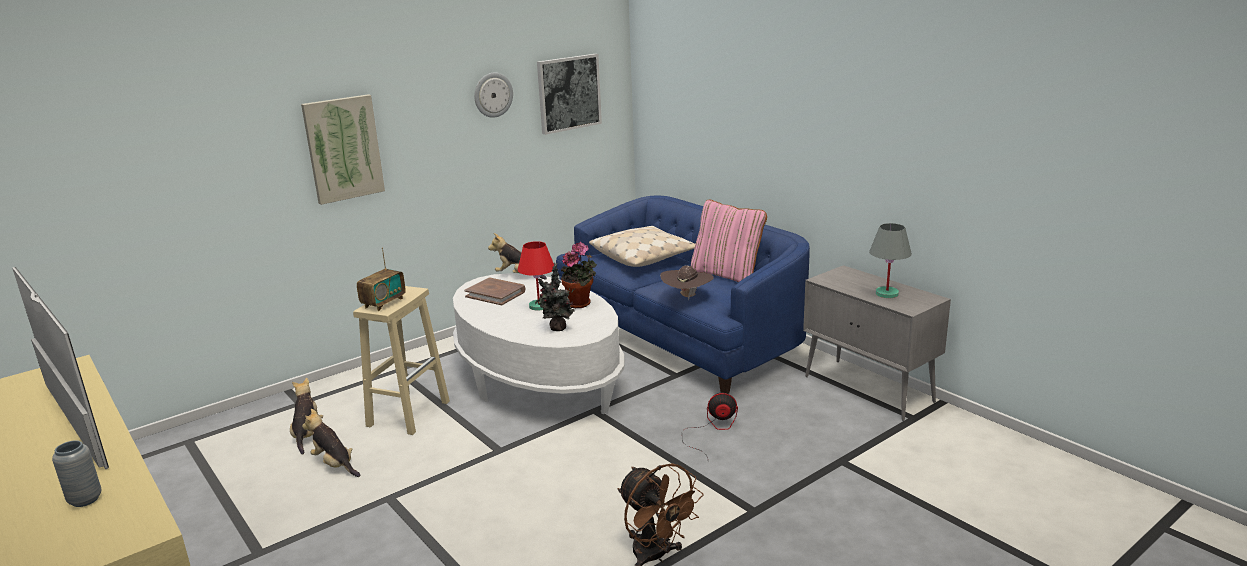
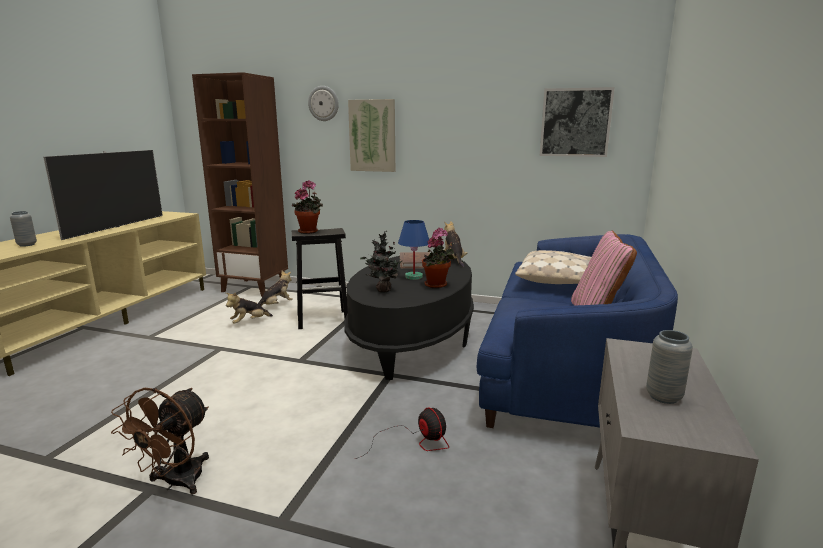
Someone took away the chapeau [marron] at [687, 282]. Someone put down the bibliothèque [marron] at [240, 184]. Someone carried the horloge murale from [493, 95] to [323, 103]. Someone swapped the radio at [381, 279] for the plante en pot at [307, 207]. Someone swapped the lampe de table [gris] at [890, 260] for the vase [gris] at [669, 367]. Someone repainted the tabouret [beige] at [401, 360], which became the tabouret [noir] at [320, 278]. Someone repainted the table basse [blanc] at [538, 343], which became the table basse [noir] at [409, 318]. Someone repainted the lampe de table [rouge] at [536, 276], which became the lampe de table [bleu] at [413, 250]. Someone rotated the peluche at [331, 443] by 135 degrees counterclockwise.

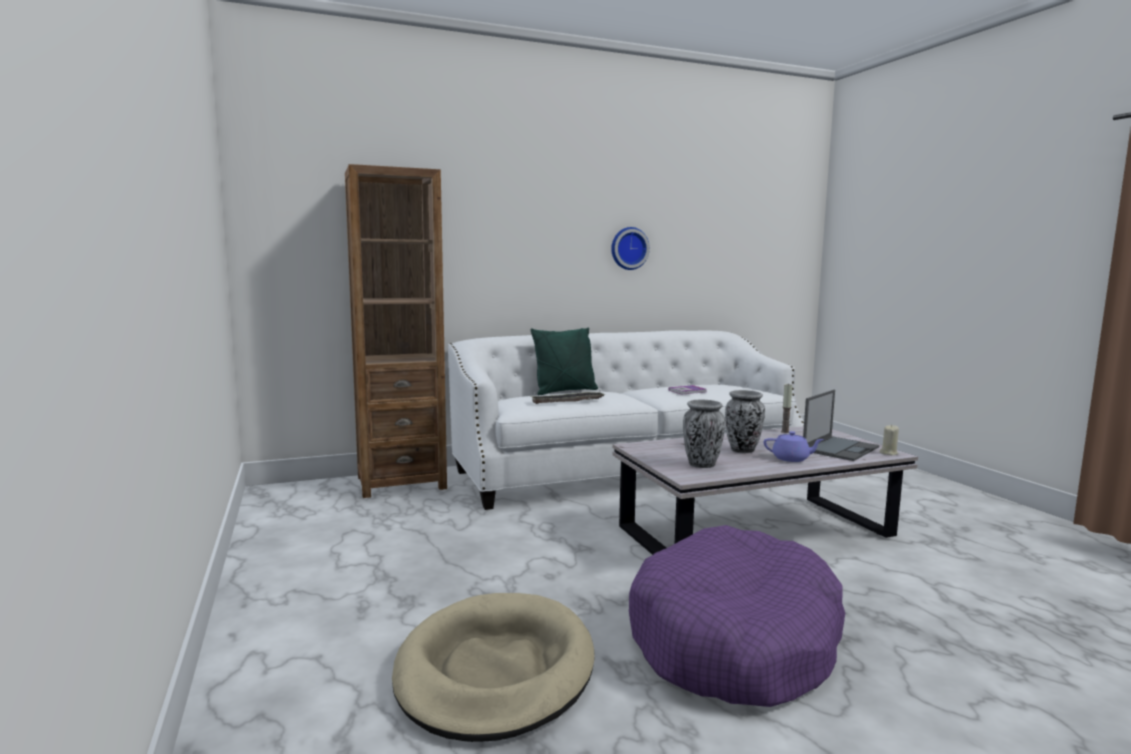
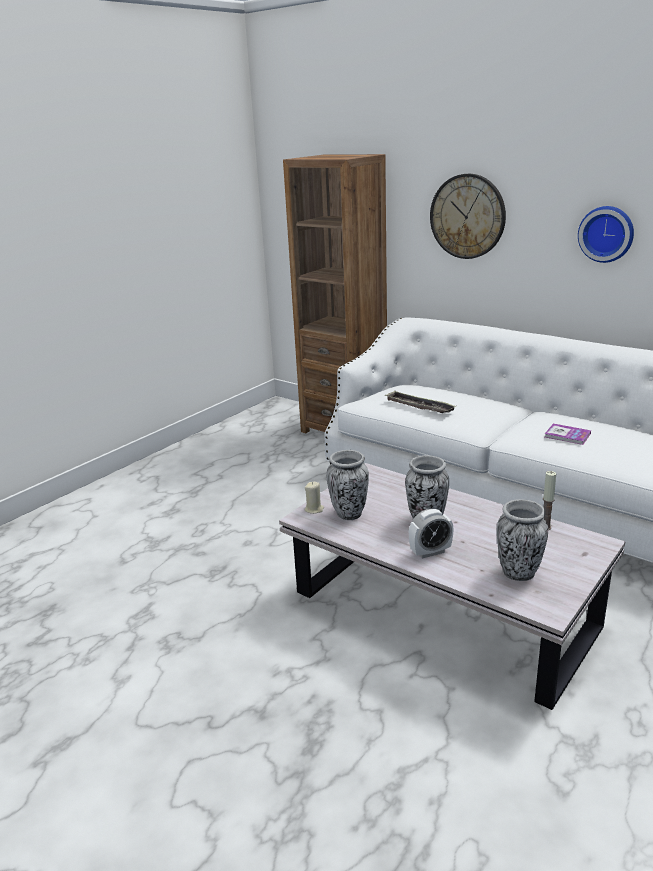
Someone took away the panier pour chien [beige] at [493, 667]. Someone took away the coussin [vert] at [564, 361]. Someone took away the panier pour chien [violet] at [737, 616]. Someone put up the horloge murale at [468, 216]. Someone carried the bougie [beige] from [889, 439] to [314, 498]. Someone swapped the théière [violet] at [794, 446] for the réveil at [431, 534]. Someone swapped the ordinateur portable at [841, 425] for the vase at [522, 540].

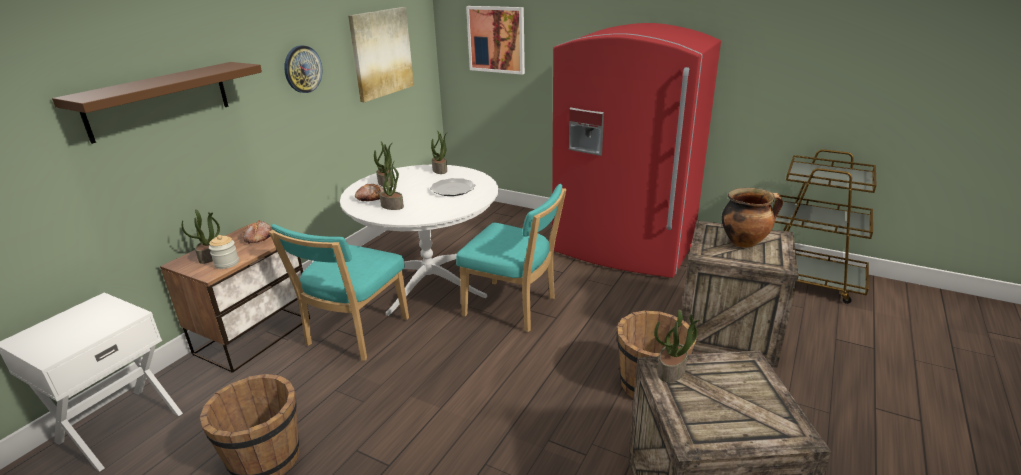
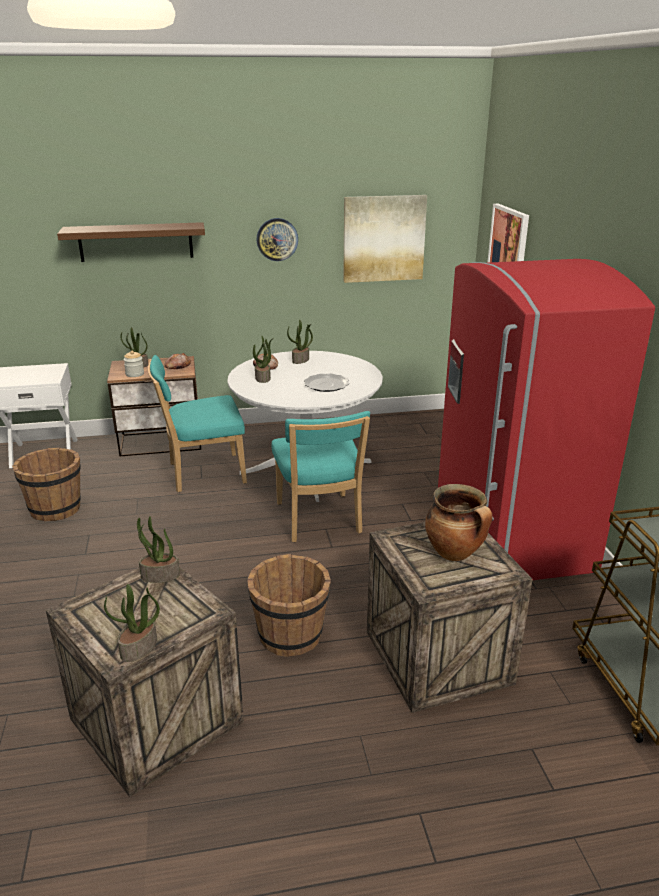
Someone carried the plante en pot from [439, 152] to [132, 623].

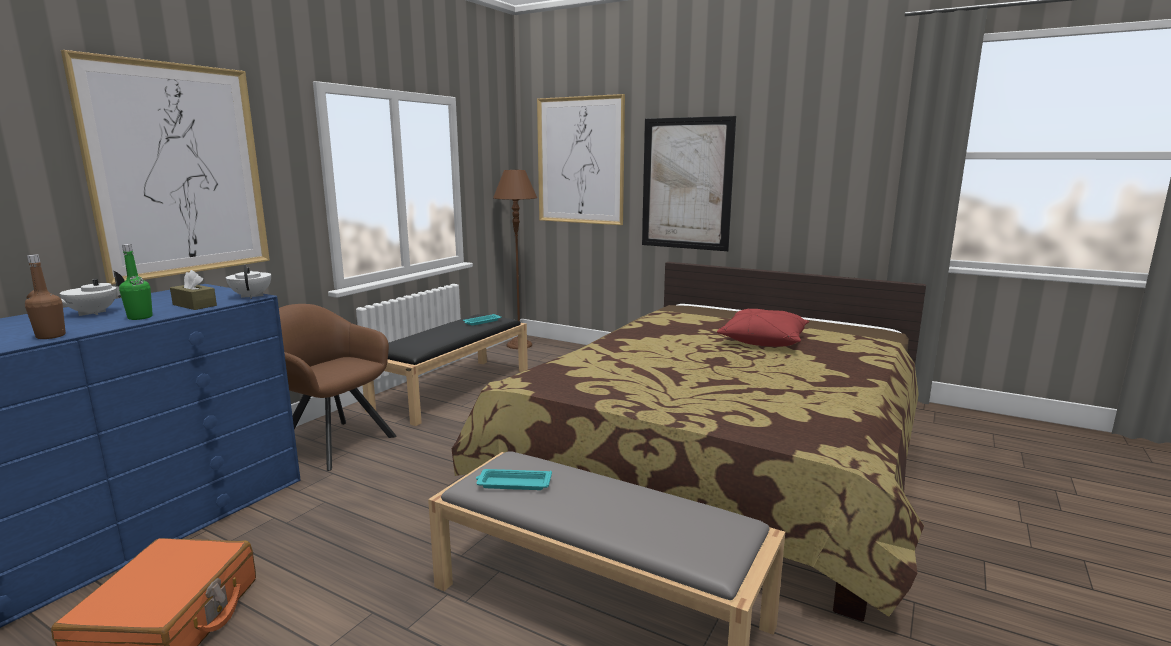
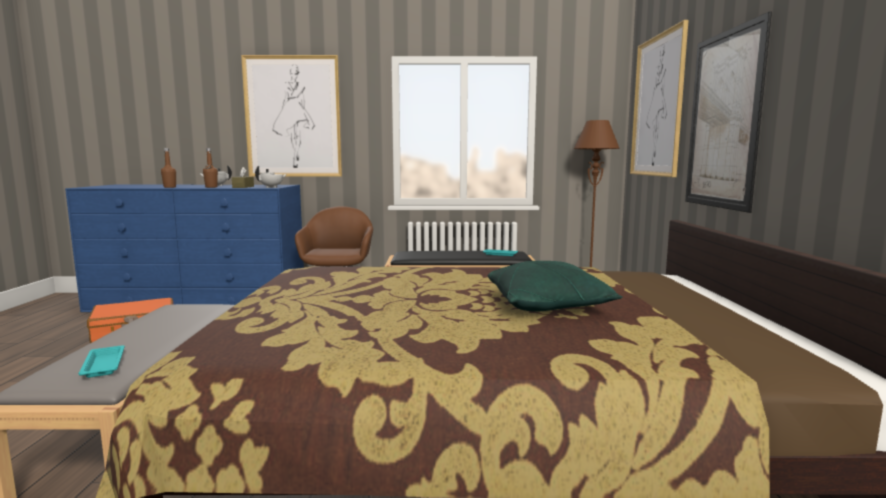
Someone carried the plateau [turquoise] from [514, 479] to [101, 361]. Someone repainted the bouteille [vert] at [136, 282], which became the bouteille [marron] at [210, 168]. Someone repainted the coussin [rouge] at [763, 327], which became the coussin [vert] at [555, 286].

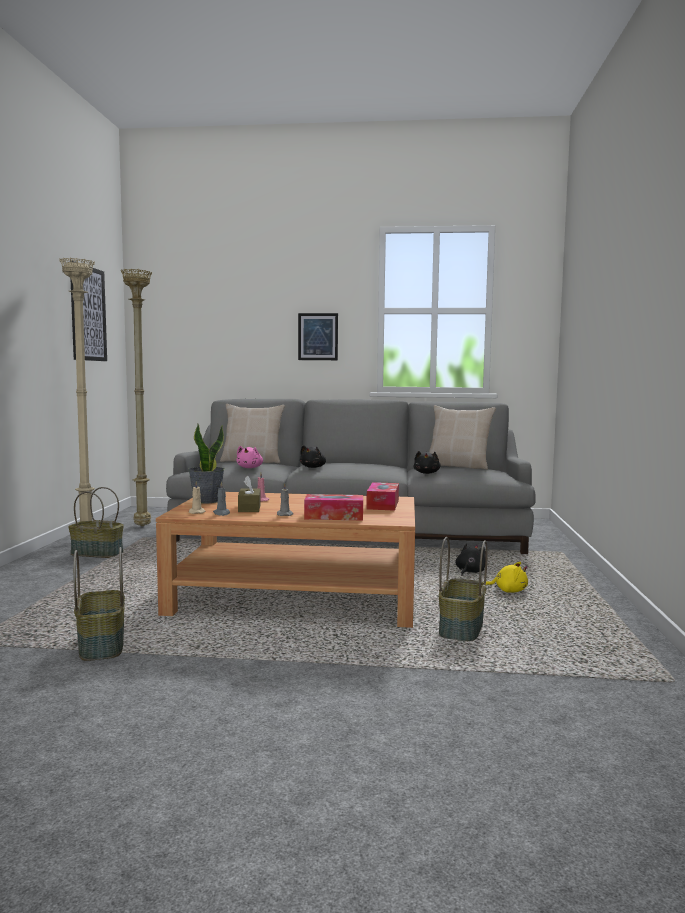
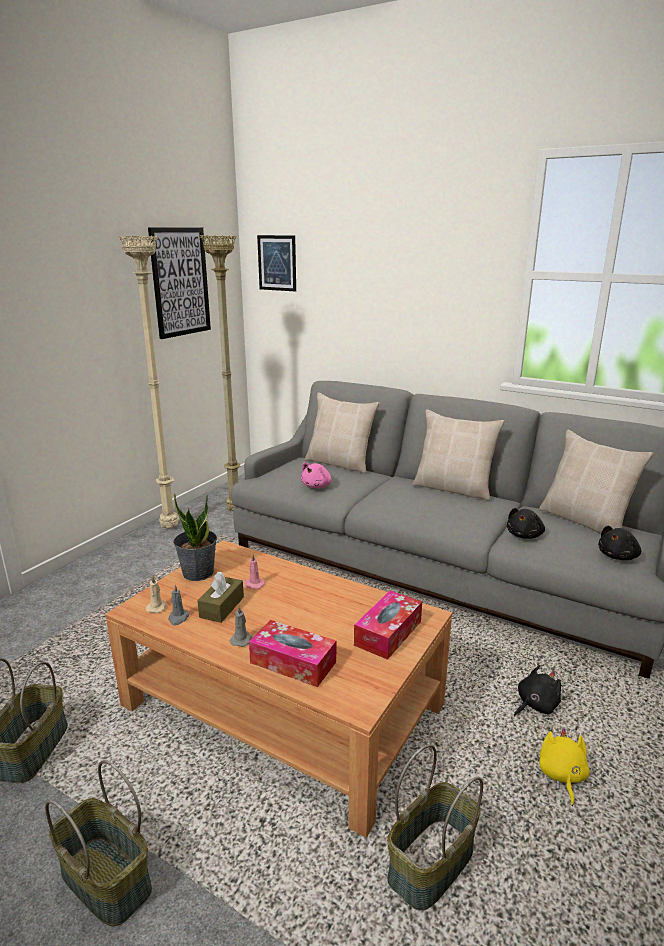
Someone put down the coussin [beige] at [458, 455]. Someone carried the panier from [96, 522] to [98, 843]. Someone carried the tableau from [318, 336] to [276, 263]. Someone carried the peluche [noir] from [313, 456] to [619, 543]. Someone rotated the peluche [jaune] at [507, 577] by 120 degrees counterclockwise.

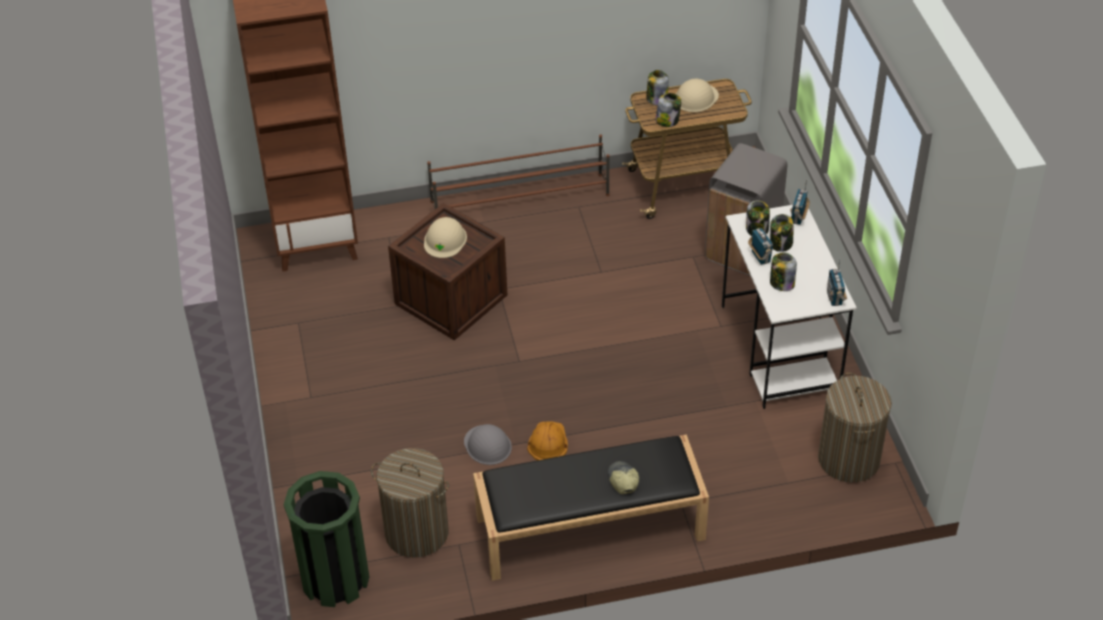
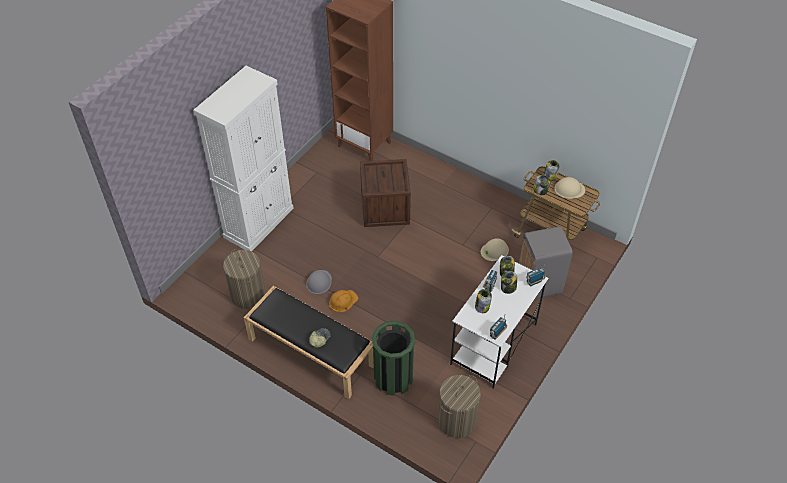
Someone took away the étagère à chaussures [marron] at [518, 172]. Someone put down the meuble de rangement [blanc] at [243, 158]. Someone carried the poubelle [vert] from [326, 539] to [393, 358]. Someone carried the casque de chantier [beige] from [445, 237] to [495, 249].

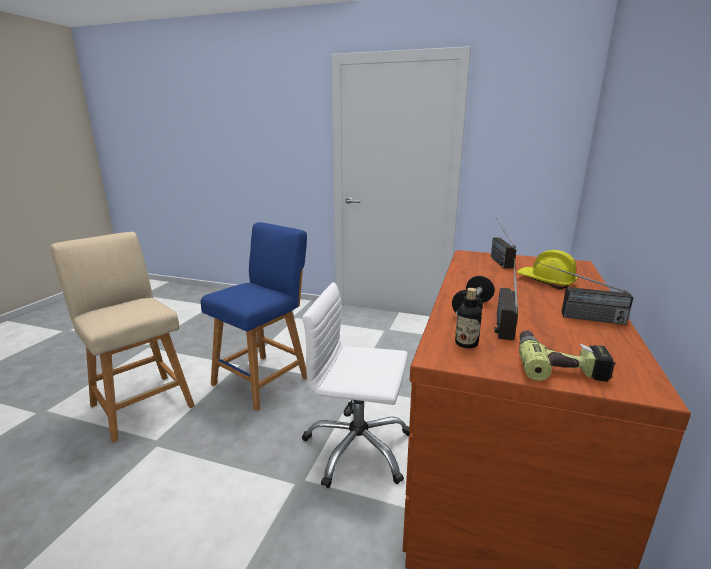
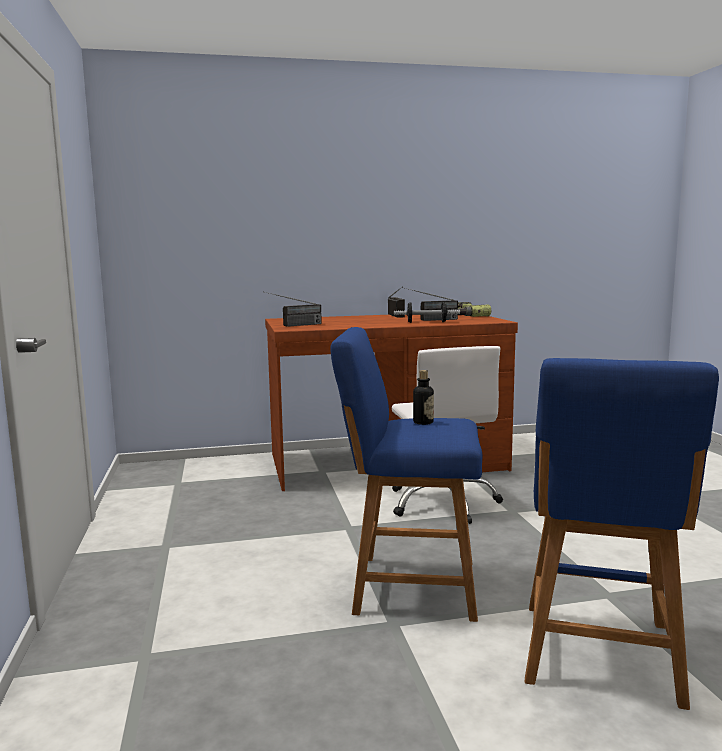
Someone took away the casque de chantier [jaune] at [547, 269]. Someone carried the bouteille from [468, 318] to [423, 397]. Someone repainted the tabouret [beige] at [122, 337], which became the tabouret [bleu] at [622, 534].

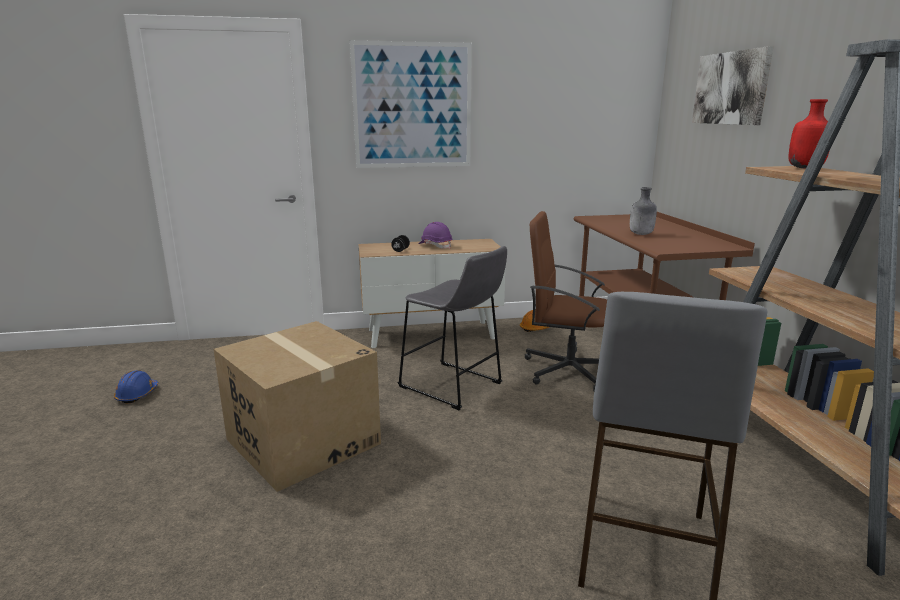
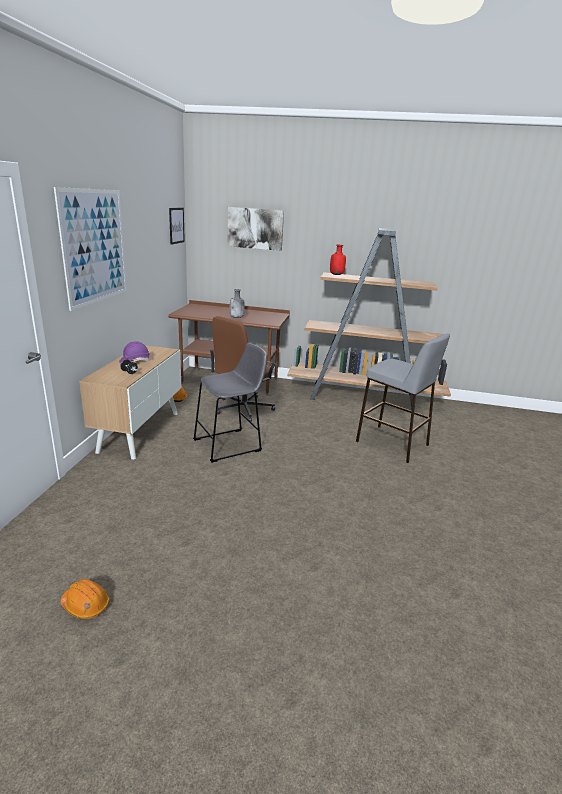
Someone took away the carton at [297, 406]. Someone put up the tableau at [177, 226]. Someone repainted the casque de chantier [bleu] at [136, 386], which became the casque de chantier [orange] at [84, 599].

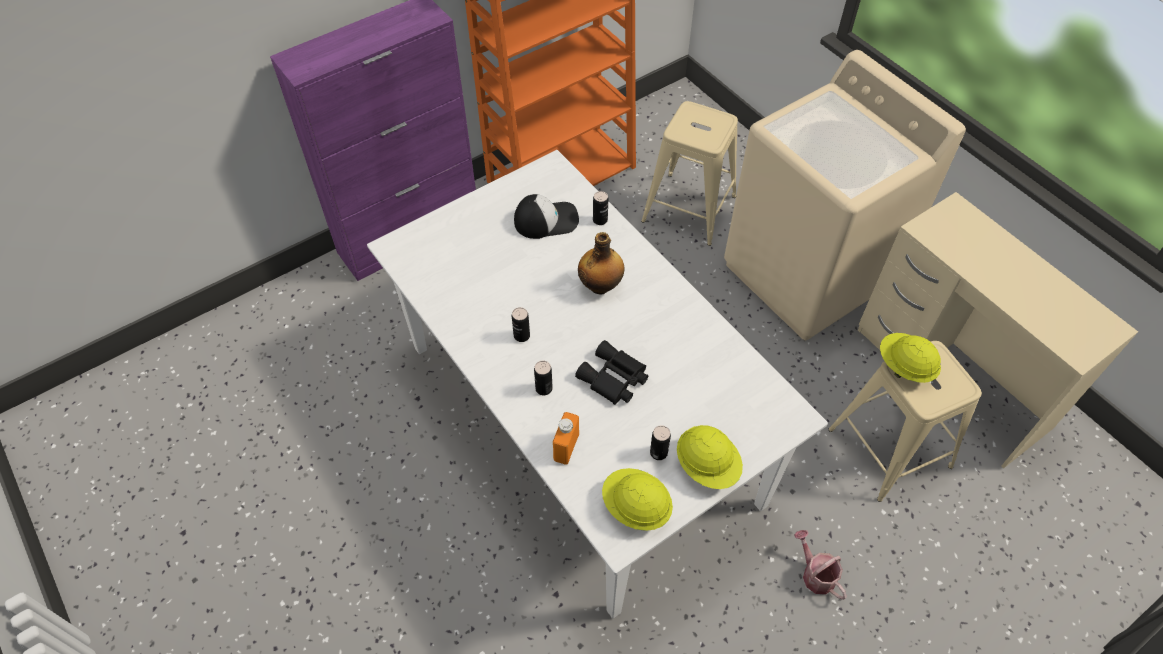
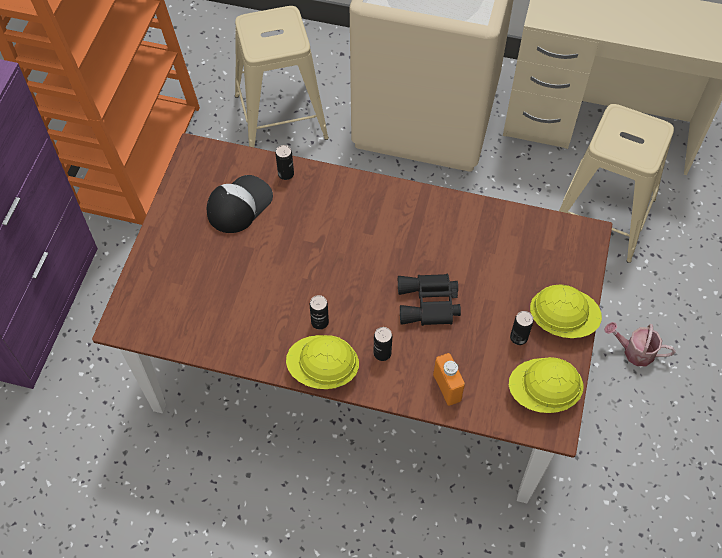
Someone took away the bouteille at [601, 263]. Someone carried the casque de chantier [jaune] from [910, 358] to [322, 362]. Someone repainted the table à manger [blanc] at [597, 384], which became the table à manger [marron] at [352, 318].

